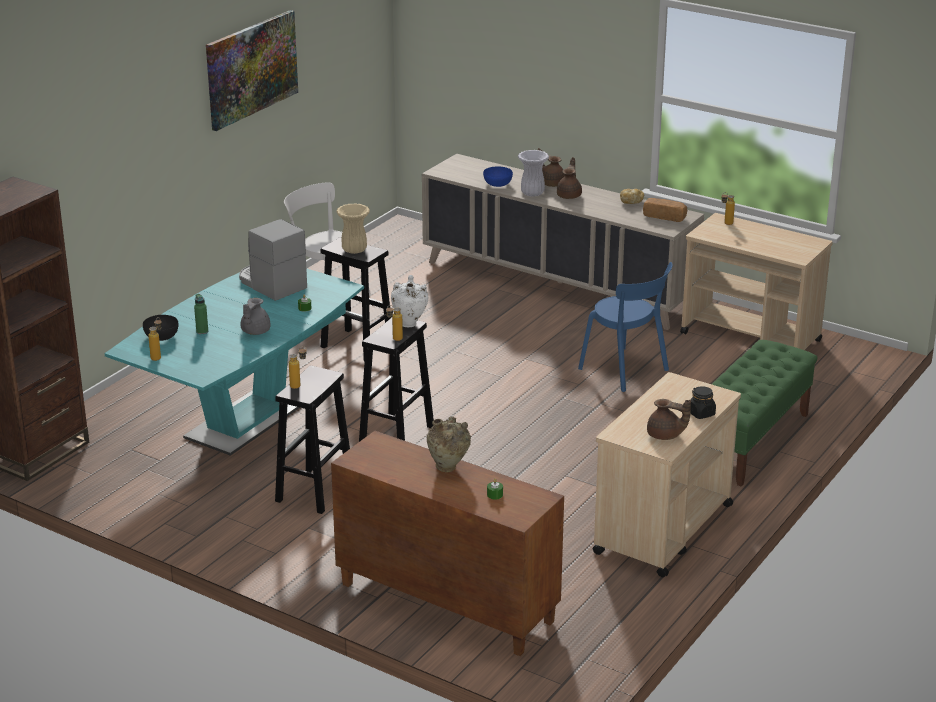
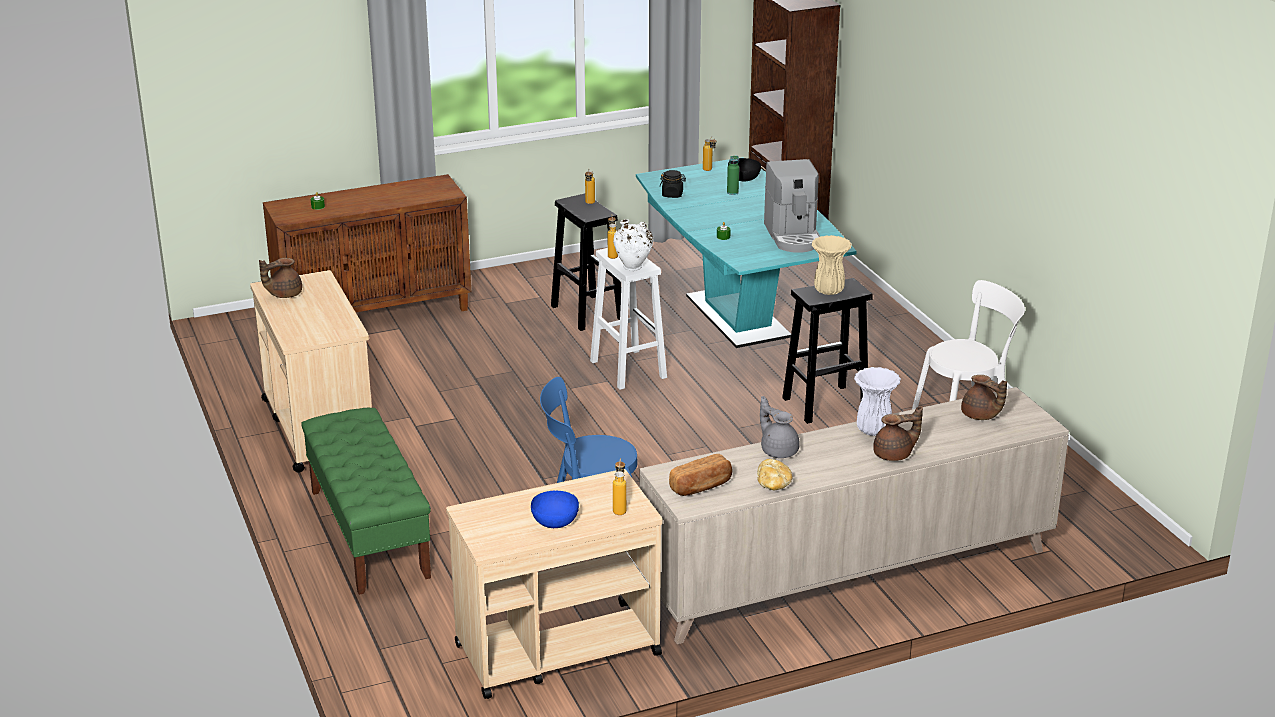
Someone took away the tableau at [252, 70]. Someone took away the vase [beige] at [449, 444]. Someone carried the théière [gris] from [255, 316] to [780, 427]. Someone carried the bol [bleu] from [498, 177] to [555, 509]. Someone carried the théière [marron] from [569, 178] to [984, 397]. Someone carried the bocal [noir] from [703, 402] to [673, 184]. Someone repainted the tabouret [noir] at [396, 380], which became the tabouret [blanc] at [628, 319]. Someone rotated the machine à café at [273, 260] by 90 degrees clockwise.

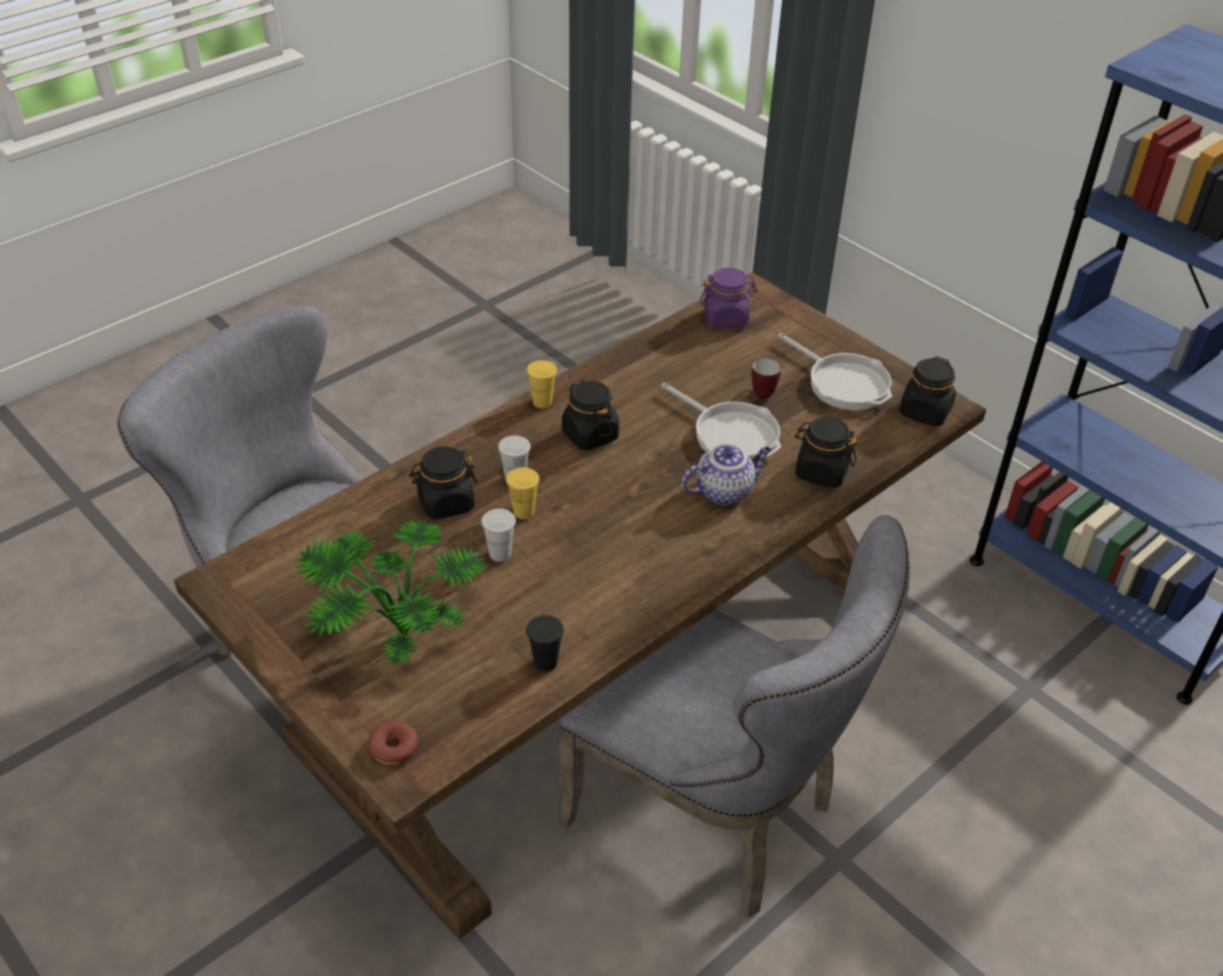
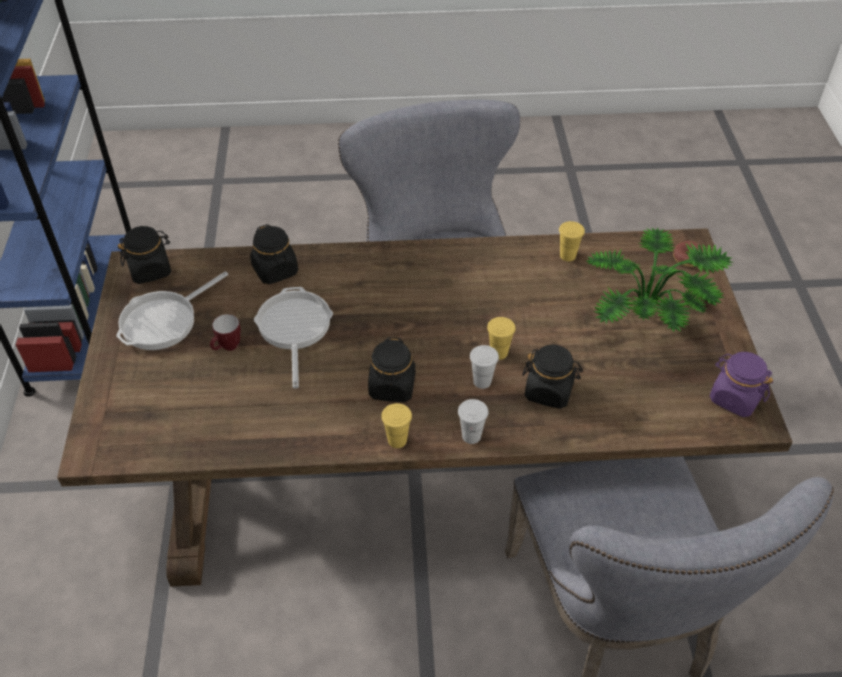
Someone took away the théière at [726, 474]. Someone carried the tasse [blanc] from [498, 535] to [473, 421]. Someone carried the bocal [violet] from [728, 298] to [741, 384]. Someone repainted the tasse [noir] at [545, 643], which became the tasse [jaune] at [572, 241]. Someone rotated the poêle at [835, 371] by 135 degrees counterclockwise.

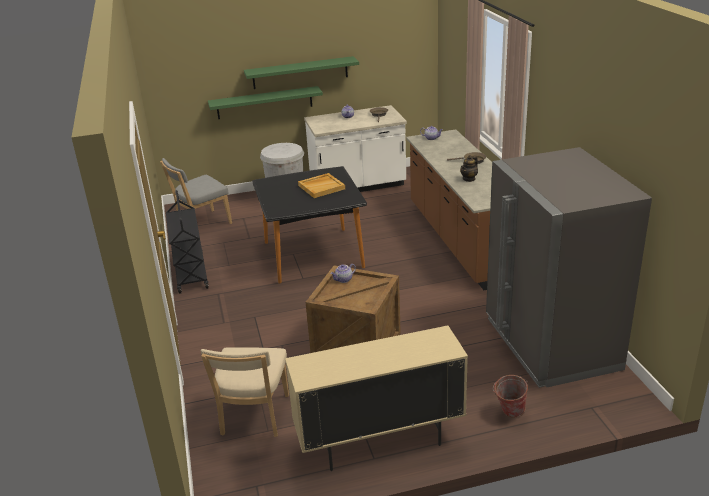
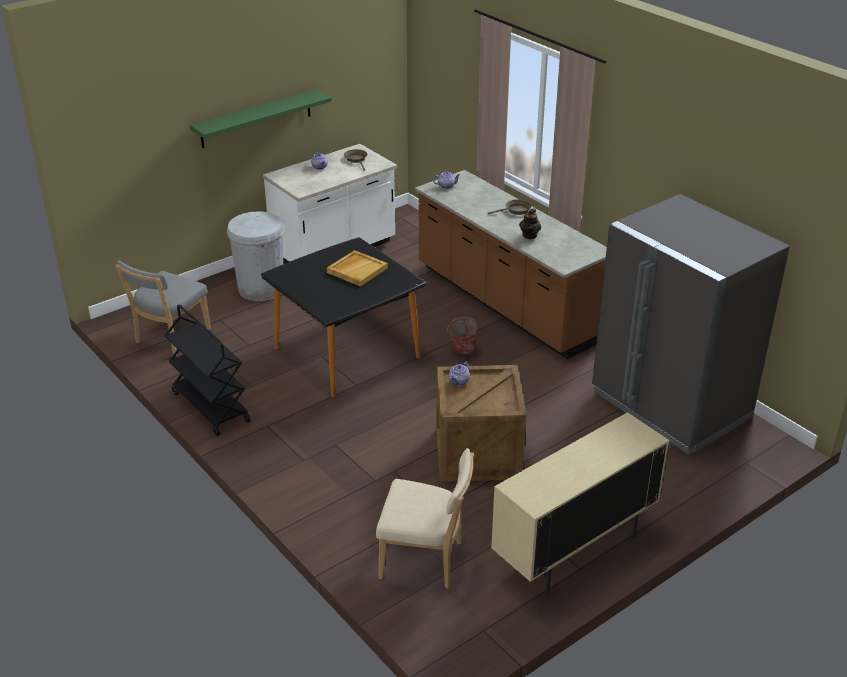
Someone took away the étagère [vert] at [265, 102]. Someone carried the seau from [510, 396] to [462, 336]. Someone rotated the chaise [beige] at [245, 392] by 60 degrees counterclockwise.

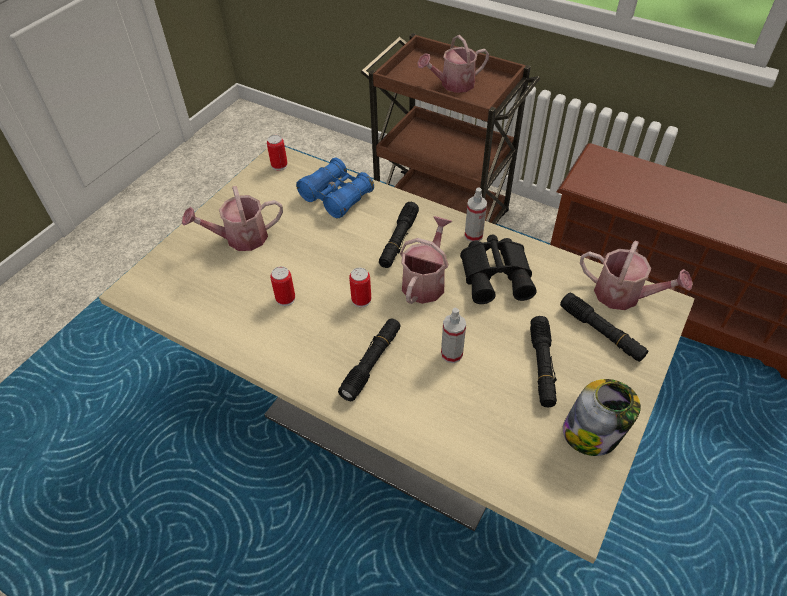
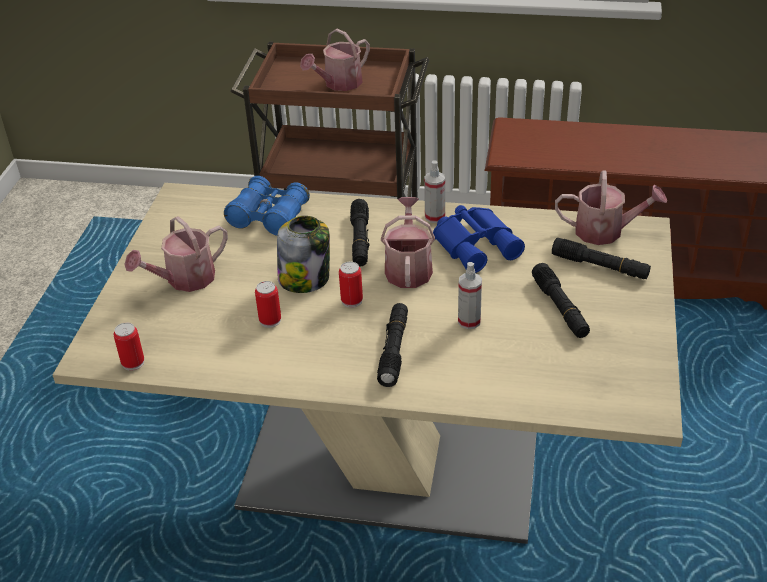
Someone carried the boîte métallique from [277, 153] to [129, 347]. Someone carried the bocal from [602, 417] to [303, 254]. Someone repainted the jumelles [noir] at [498, 269], which became the jumelles [bleu] at [479, 239].

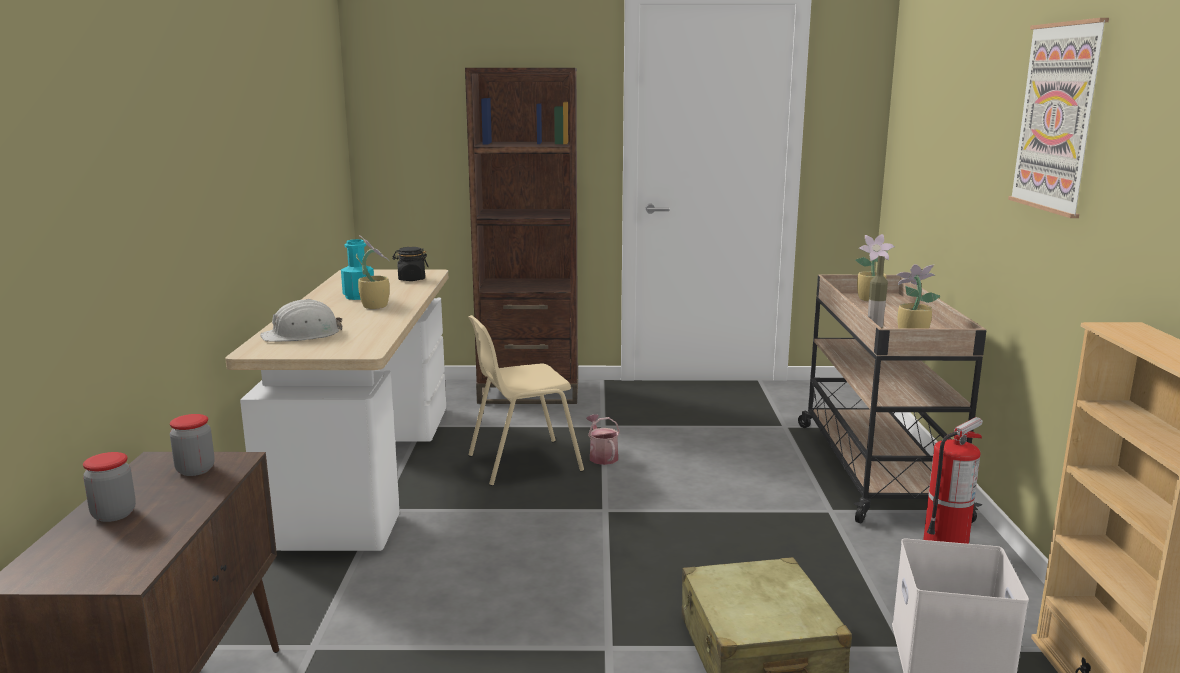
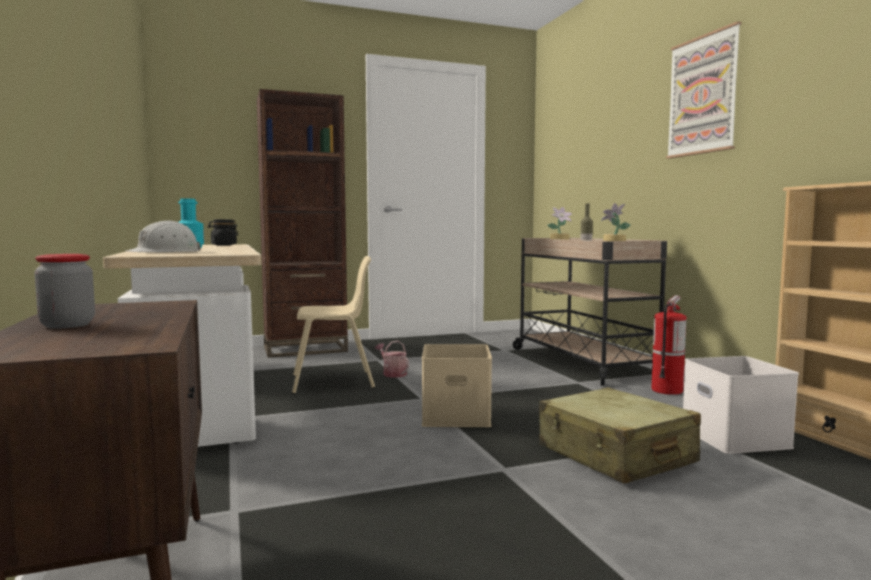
Someone took away the bocal at [192, 445]. Someone took away the plante en pot at [373, 272]. Someone put down the boîte de rangement [beige] at [457, 385]. Someone rotated the chaise [beige] at [526, 400] by 150 degrees counterclockwise.

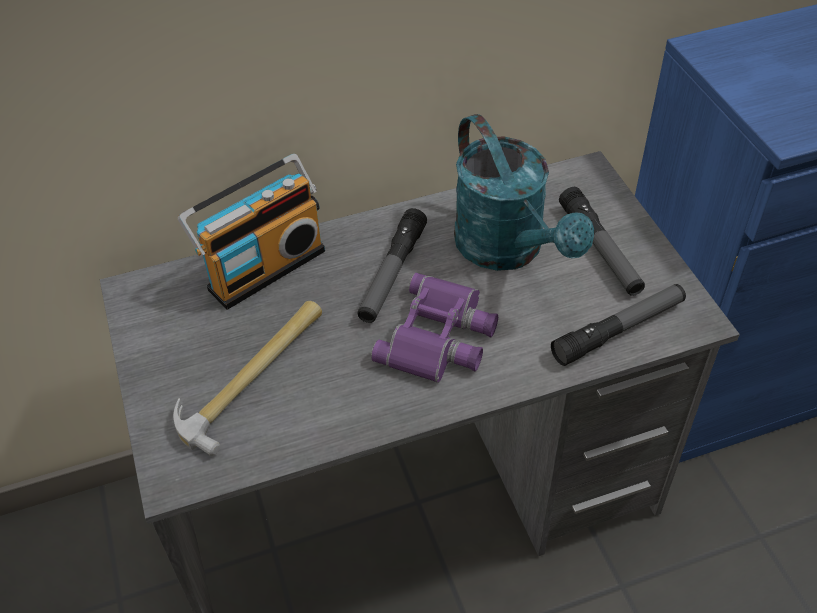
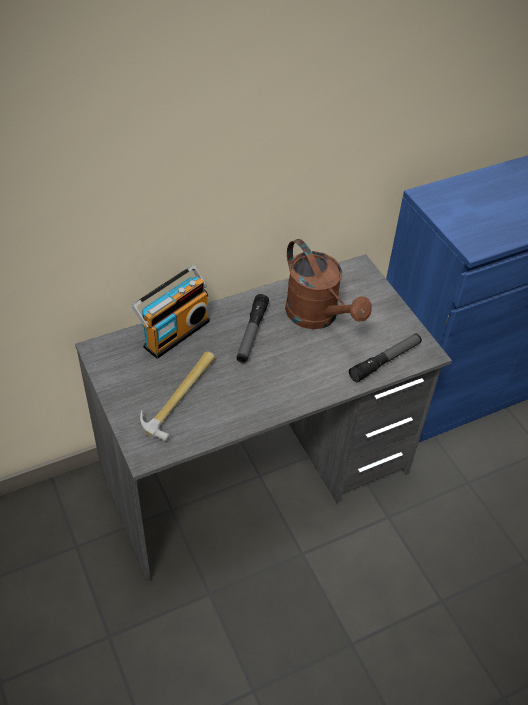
Someone took away the jumelles [violet] at [434, 328]. Someone took away the lampe de poche at [602, 241]. Someone repainted the arrosoir [turquoise] at [524, 192], which became the arrosoir [marron] at [328, 284].

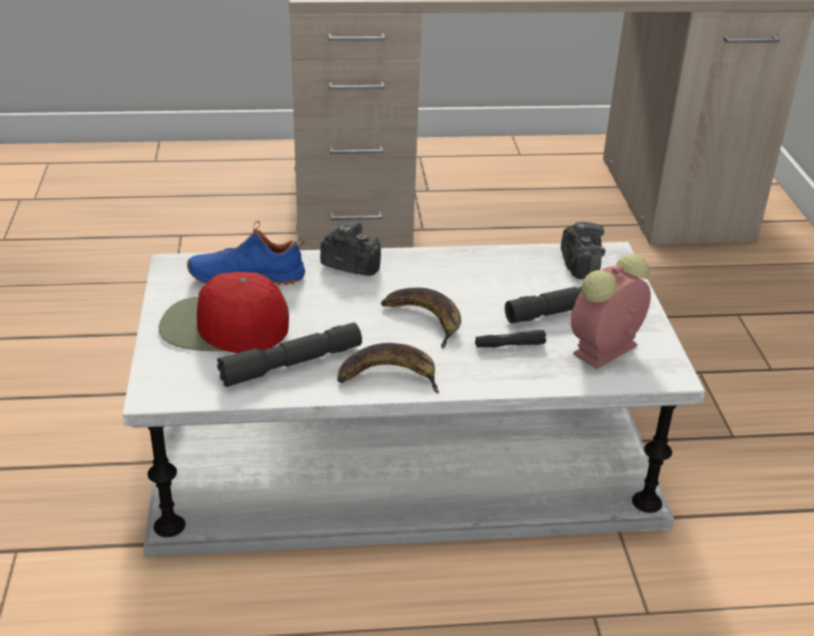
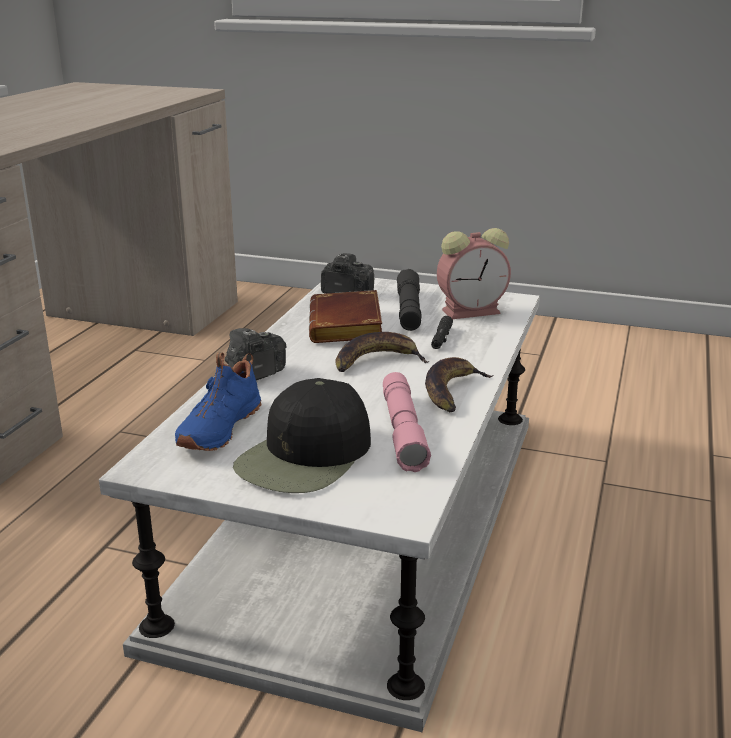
Someone put down the livre [marron] at [345, 316]. Someone repainted the casquette [rouge] at [224, 312], which became the casquette [noir] at [302, 435]. Someone repainted the lampe de poche [gris] at [289, 355], which became the lampe de poche [rose] at [407, 422]. Someone rotated the réveil at [611, 311] by 90 degrees counterclockwise.

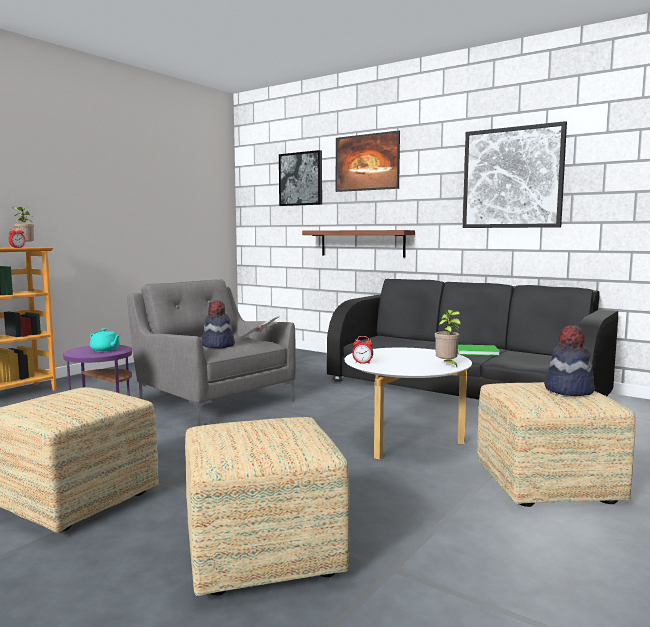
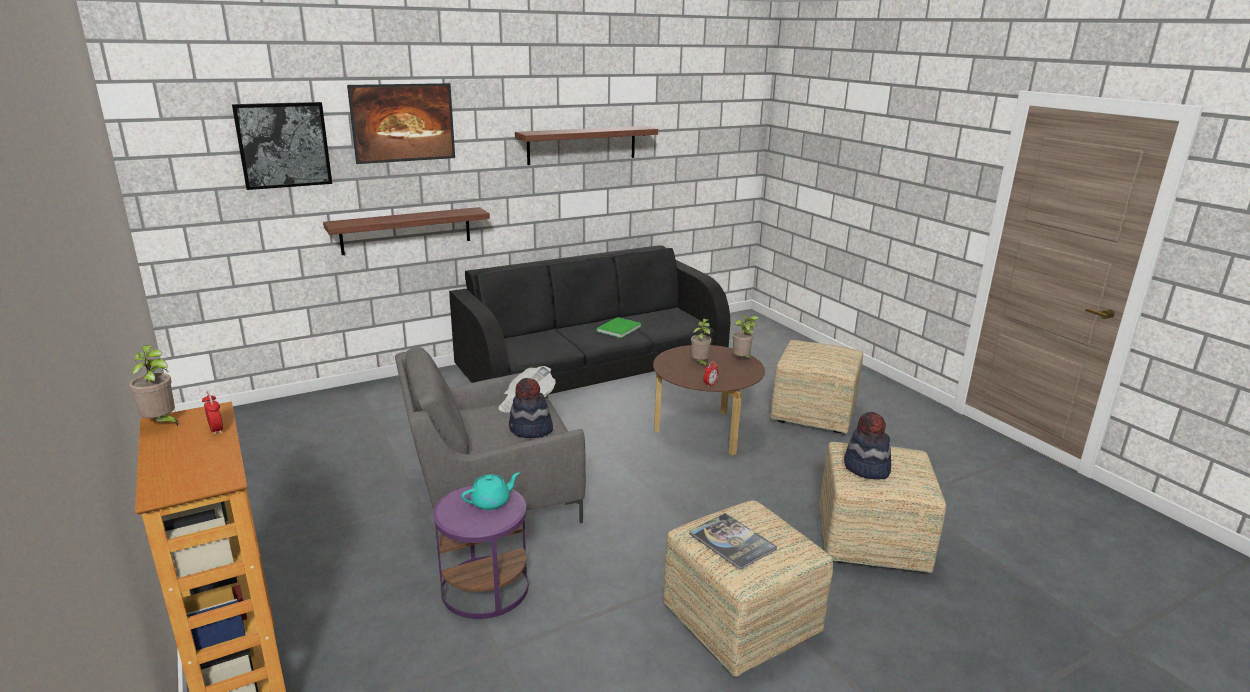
Someone put down the livre at [733, 541]. Someone put down the plante en pot at [701, 343]. Someone carried the chapeau from [569, 361] to [867, 446]. Someone swapped the tableau at [515, 174] for the étagère at [586, 145]. Someone repainted the table basse [blanc] at [408, 404], which became the table basse [marron] at [709, 400].

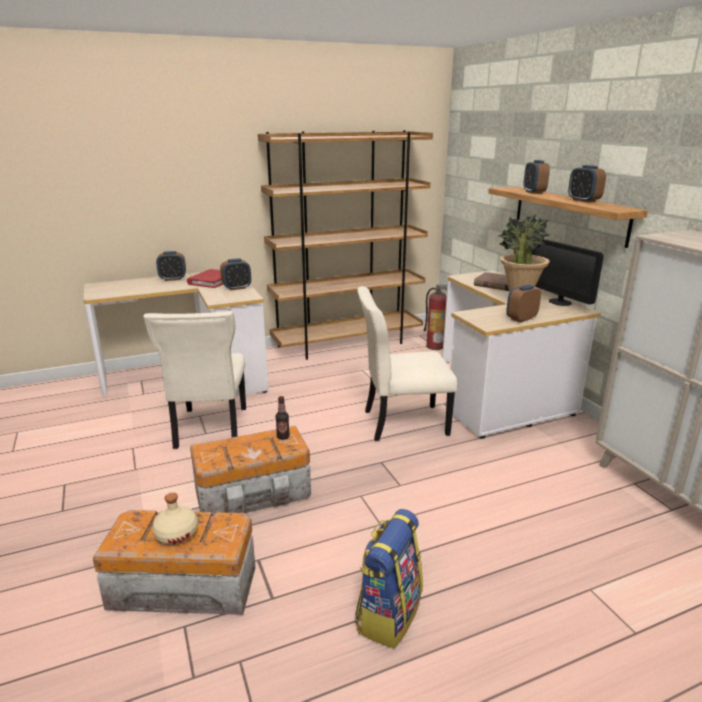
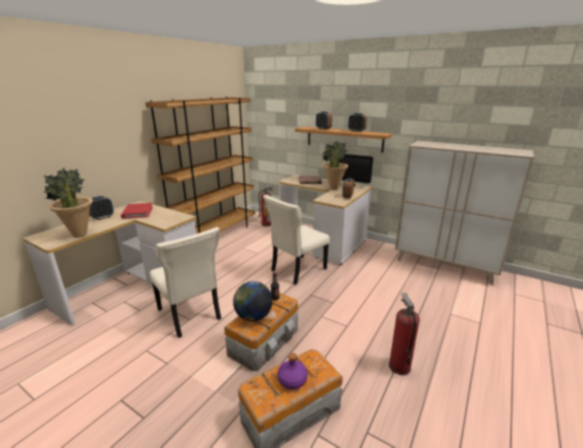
Someone took away the réveil at [235, 274]. Someone put down the plante en pot at [68, 203]. Someone put down the globe at [253, 301]. Someone swapped the sac à dos at [389, 578] for the extincteur at [404, 334]. Someone repainted the bouteille [beige] at [175, 519], which became the bouteille [violet] at [292, 371].

